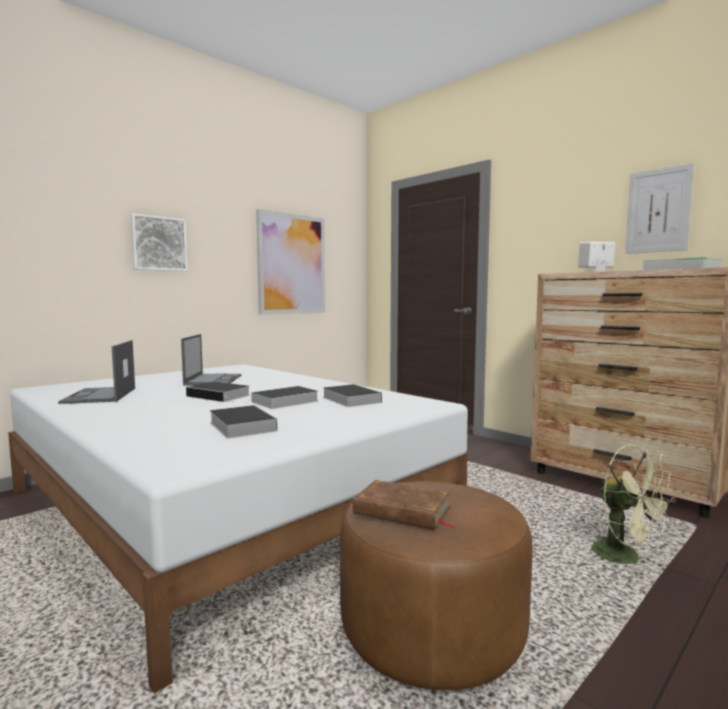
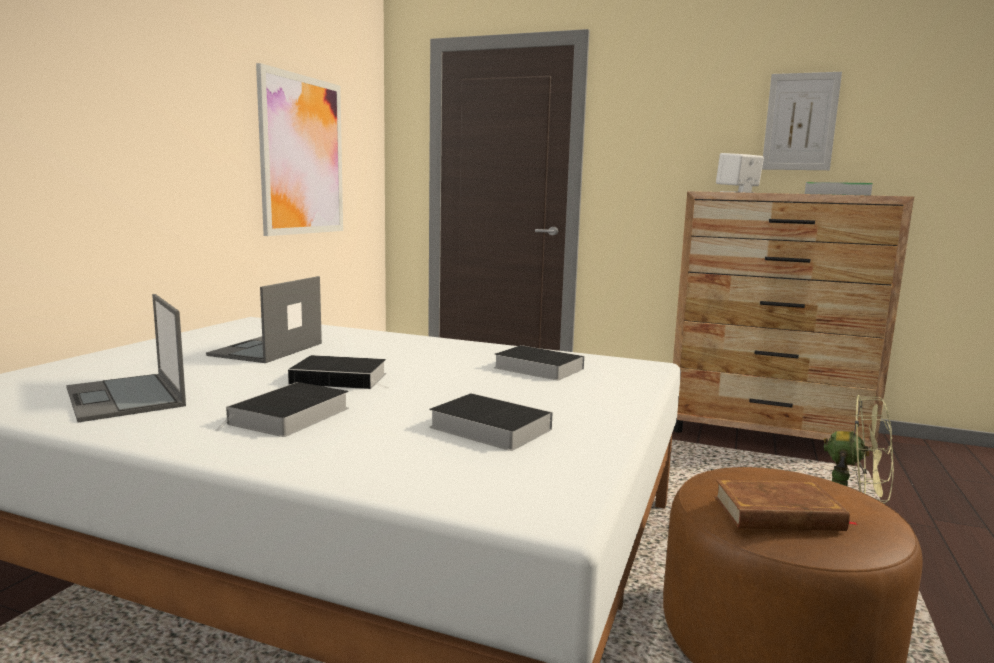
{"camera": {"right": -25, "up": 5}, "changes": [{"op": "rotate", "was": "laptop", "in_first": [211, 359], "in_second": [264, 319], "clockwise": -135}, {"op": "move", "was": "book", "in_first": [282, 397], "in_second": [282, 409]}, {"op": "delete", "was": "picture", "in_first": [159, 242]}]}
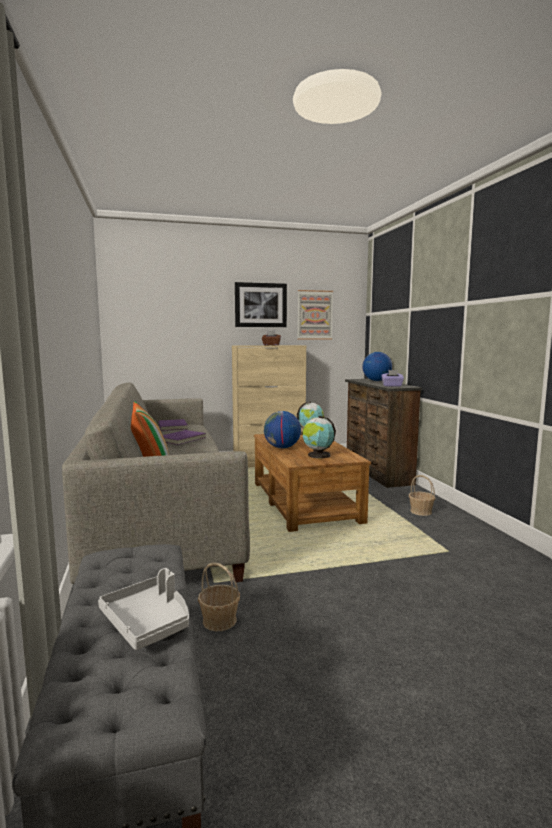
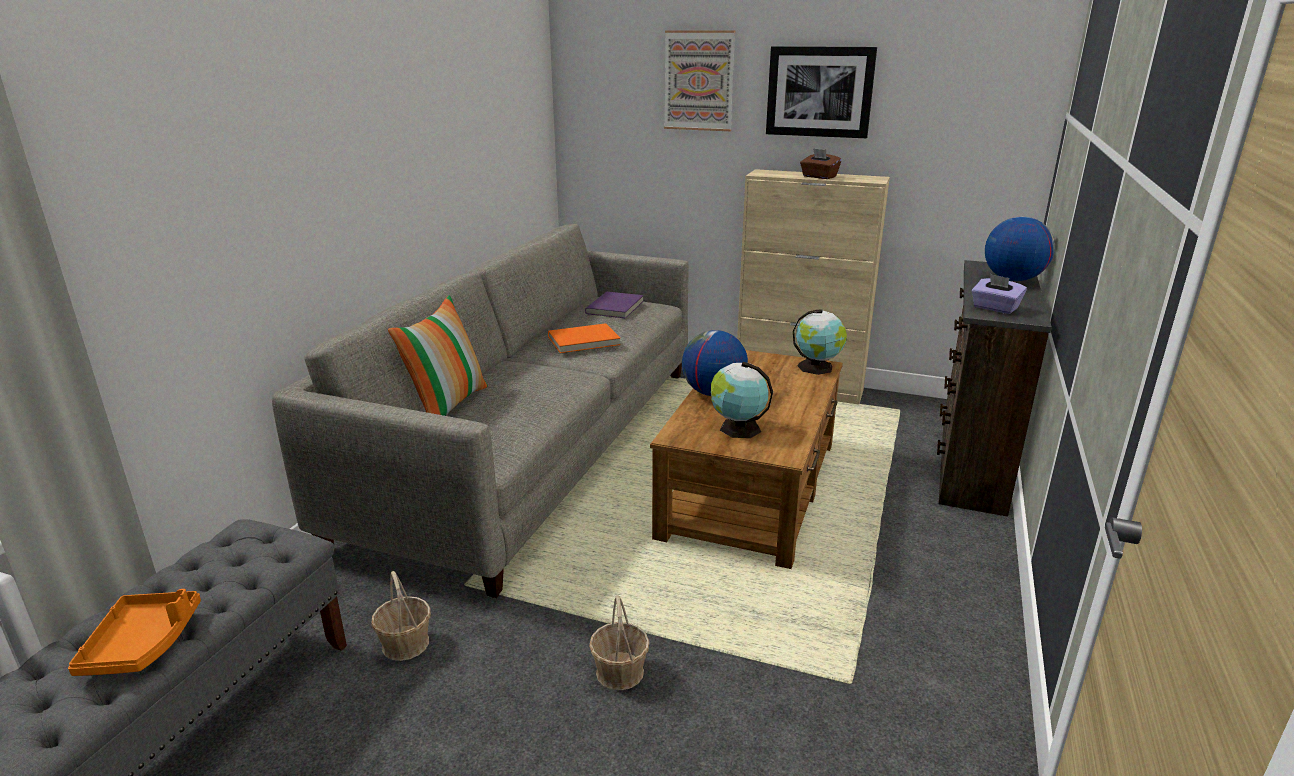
{"camera": {"right": 35, "up": 15}, "changes": [{"op": "recolor", "was": "grey tray", "now": "orange tray", "in_first": [143, 609], "in_second": [134, 632]}, {"op": "recolor", "was": "purple book", "now": "orange book", "in_first": [184, 437], "in_second": [584, 338]}, {"op": "move", "was": "basket", "in_first": [422, 495], "in_second": [619, 642]}, {"op": "move", "was": "picture", "in_first": [315, 315], "in_second": [699, 80]}]}
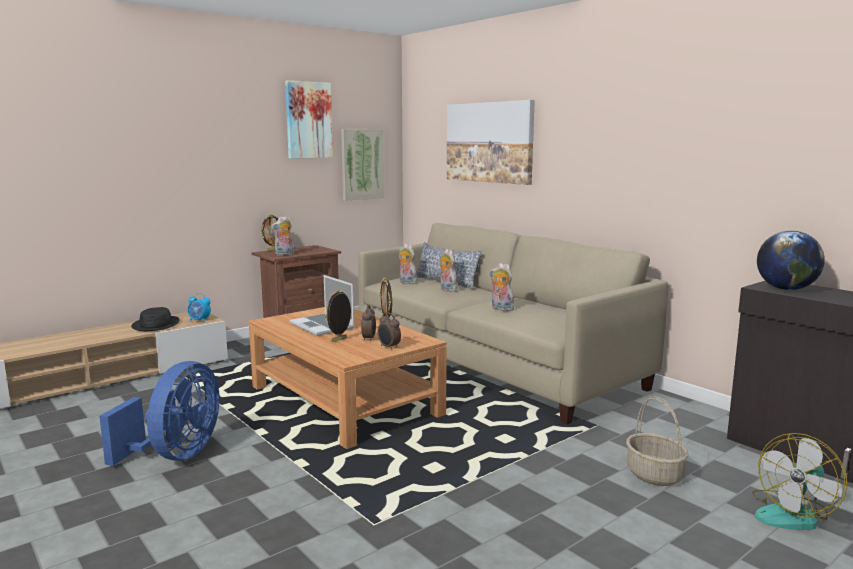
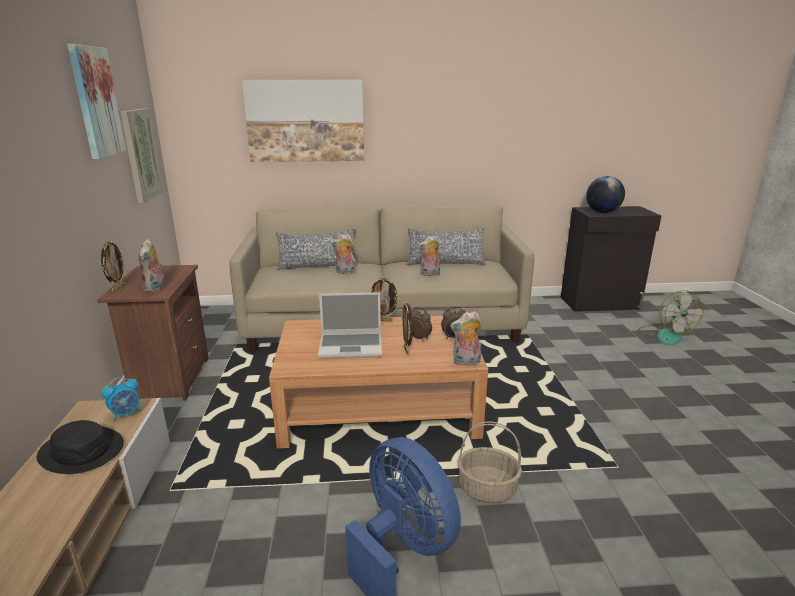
{"camera": {"right": -55, "up": 10}, "changes": [{"op": "insert", "now": "pillow", "in_second": [445, 246]}, {"op": "move", "was": "plush toy", "in_first": [408, 264], "in_second": [465, 338]}, {"op": "move", "was": "basket", "in_first": [657, 441], "in_second": [489, 462]}]}
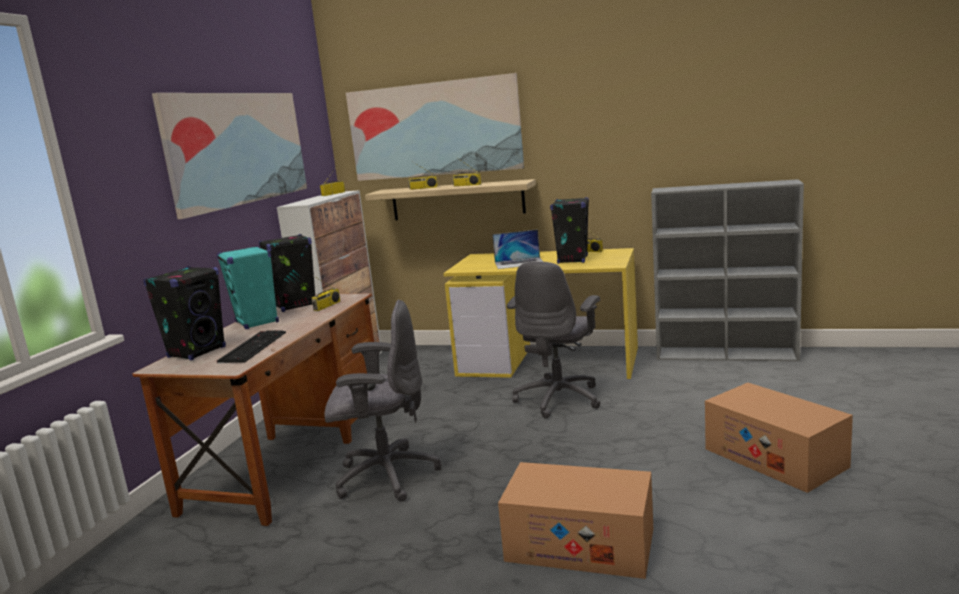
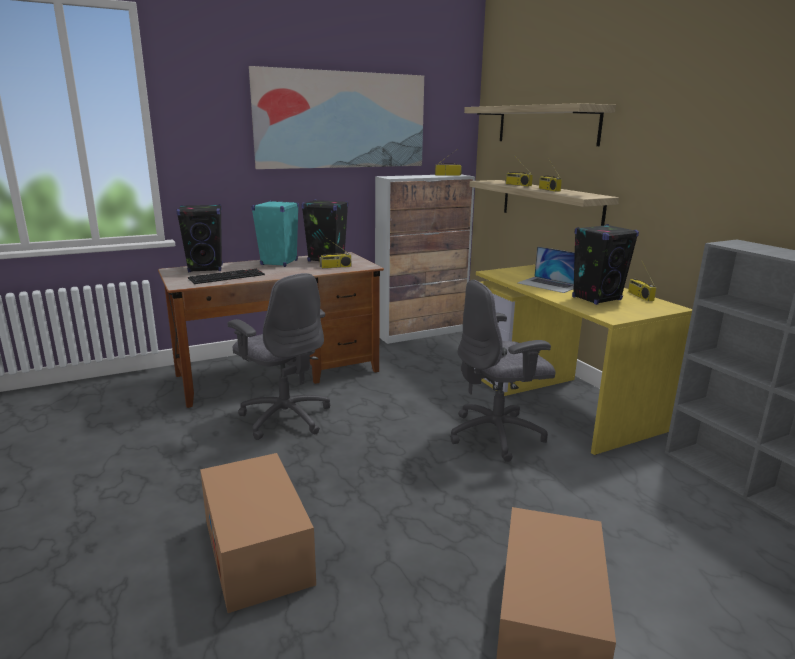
{"camera": {"right": 45, "up": 5}, "changes": [{"op": "replace", "was": "picture", "now": "shelf", "in_first": [435, 127], "in_second": [540, 124]}]}
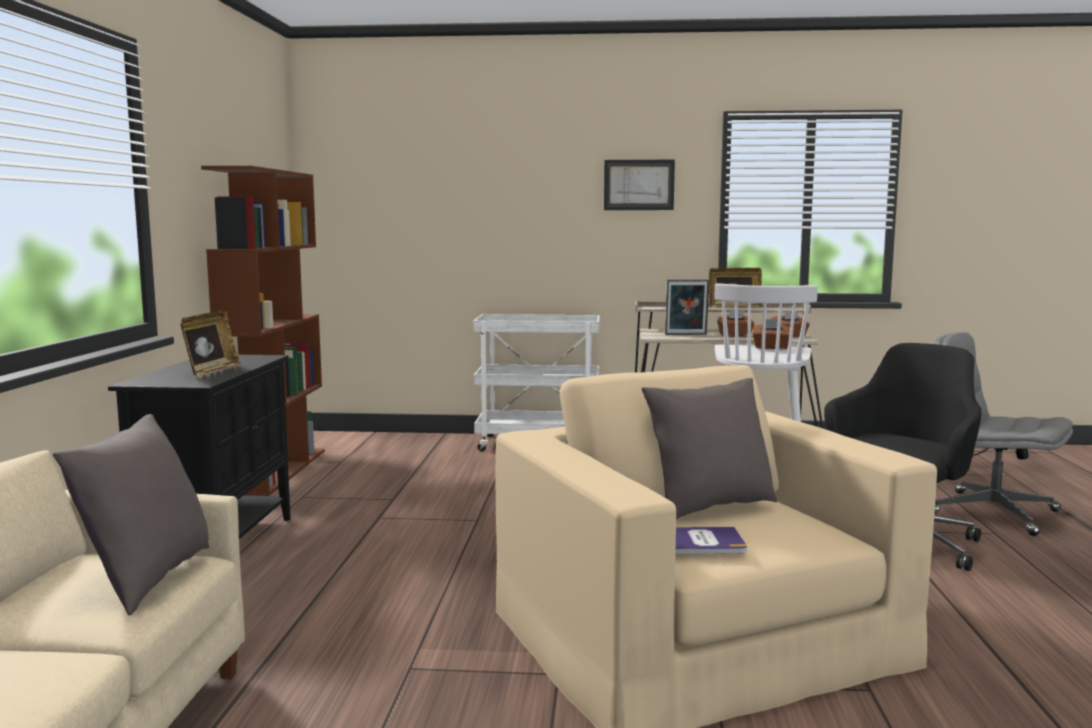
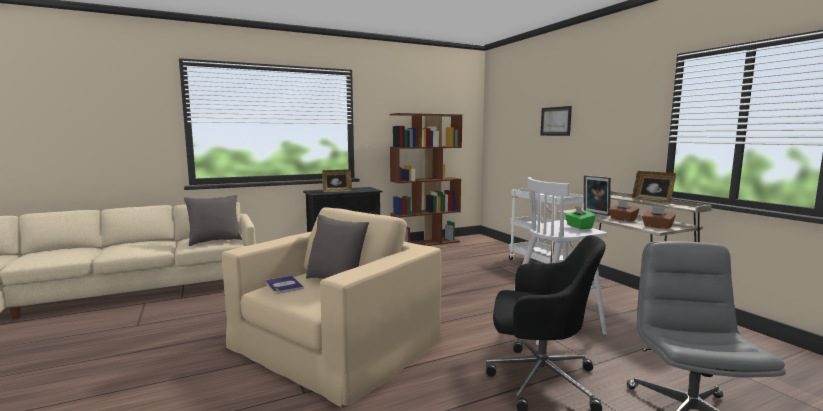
{"camera": {"right": 60, "up": 0}, "changes": [{"op": "move", "was": "picture", "in_first": [639, 185], "in_second": [556, 121]}, {"op": "recolor", "was": "brown tissue box", "now": "green tissue box", "in_first": [771, 334], "in_second": [580, 217]}]}
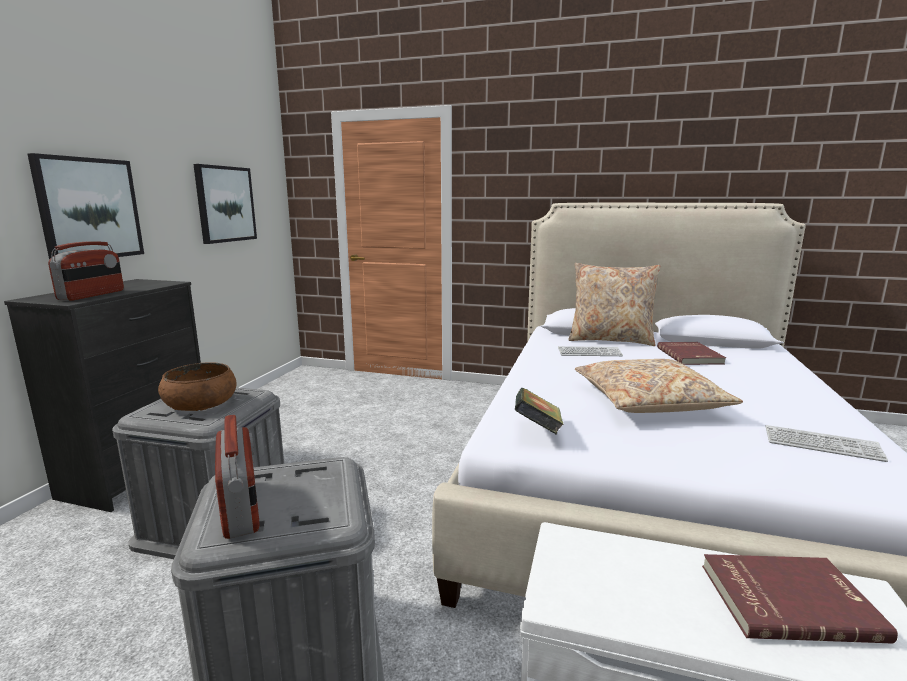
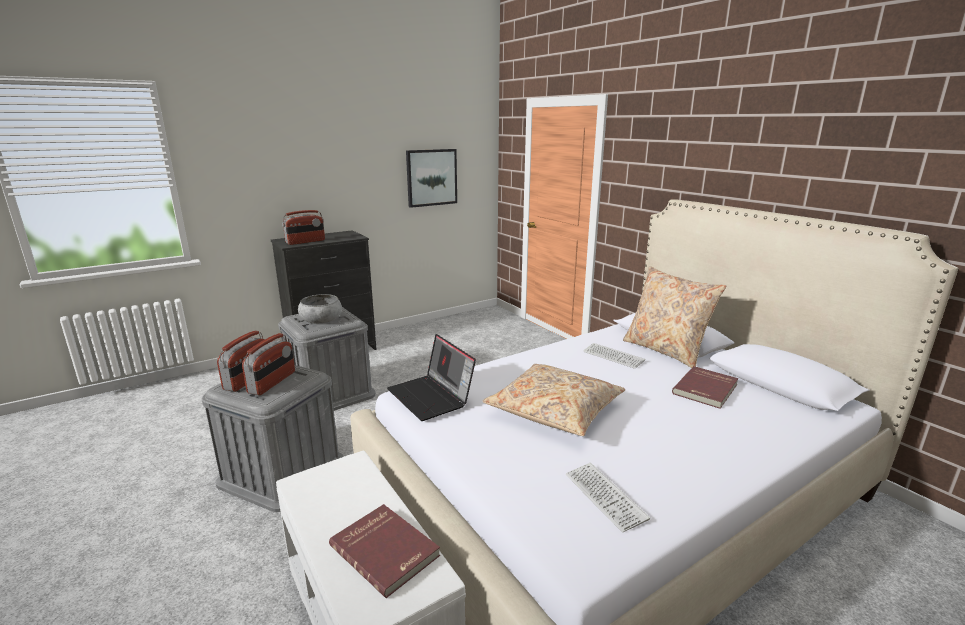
{"camera": {"right": 40, "up": 5}, "changes": [{"op": "insert", "now": "radio", "in_second": [268, 364]}, {"op": "recolor", "was": "brown bowl", "now": "grey bowl", "in_first": [197, 386], "in_second": [320, 309]}, {"op": "replace", "was": "book", "now": "laptop", "in_first": [539, 411], "in_second": [431, 377]}, {"op": "delete", "was": "picture", "in_first": [85, 206]}]}
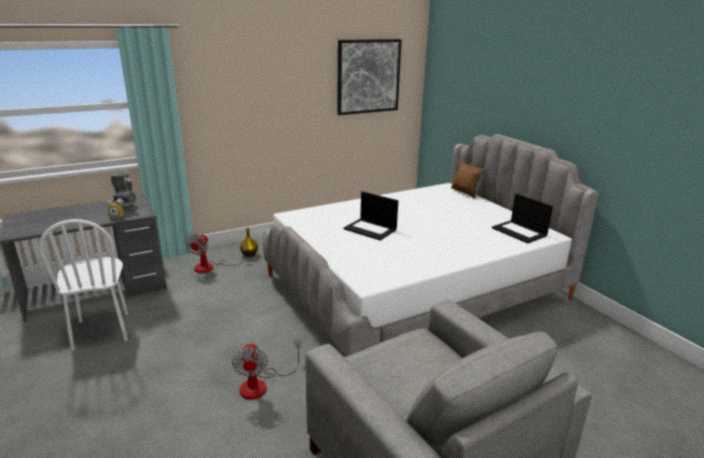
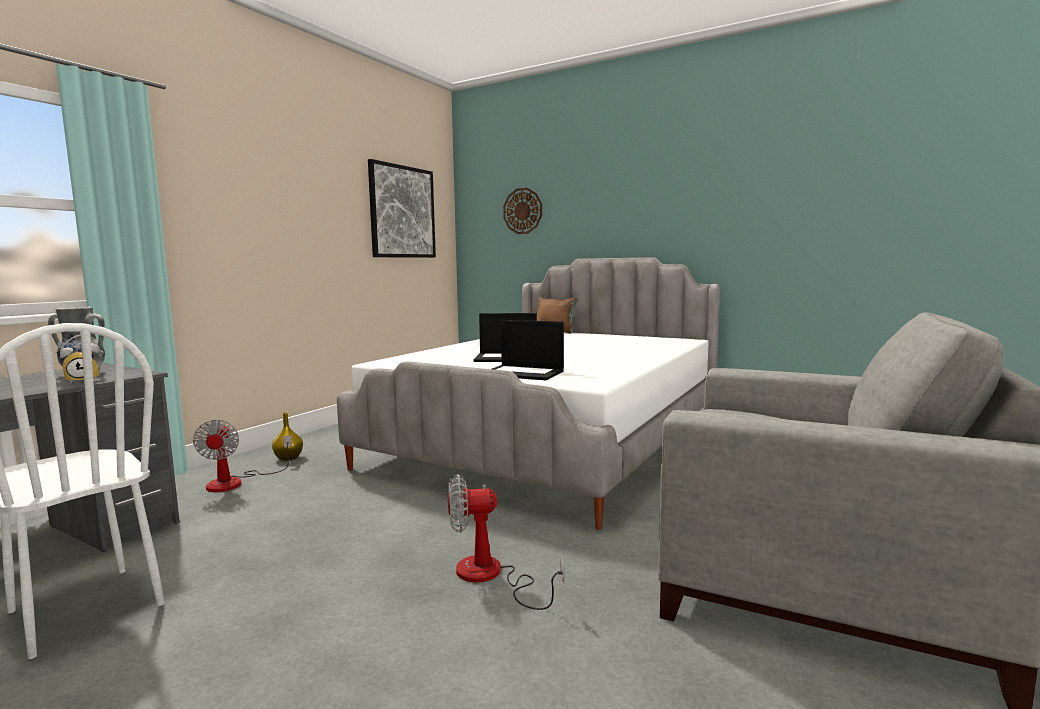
{"camera": {"right": -30, "up": -15}, "changes": [{"op": "rotate", "was": "fan", "in_first": [266, 369], "in_second": [506, 542], "clockwise": 120}, {"op": "move", "was": "laptop", "in_first": [522, 218], "in_second": [528, 350]}, {"op": "insert", "now": "wall clock", "in_second": [522, 211]}]}
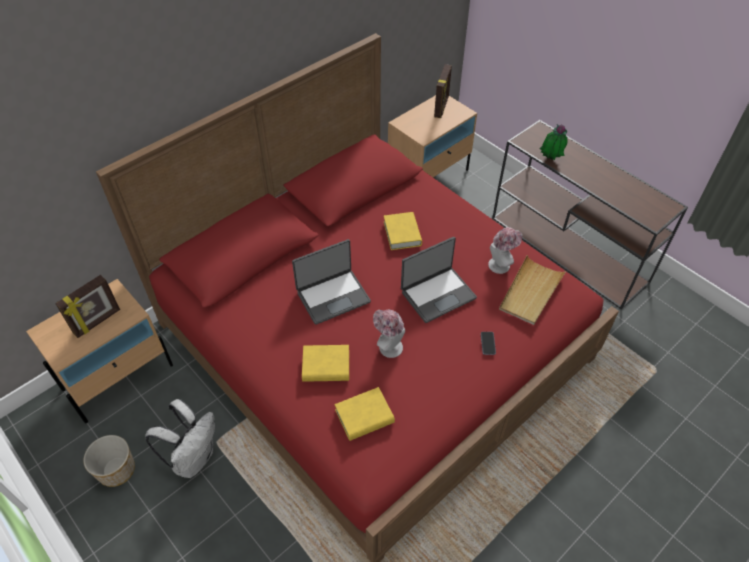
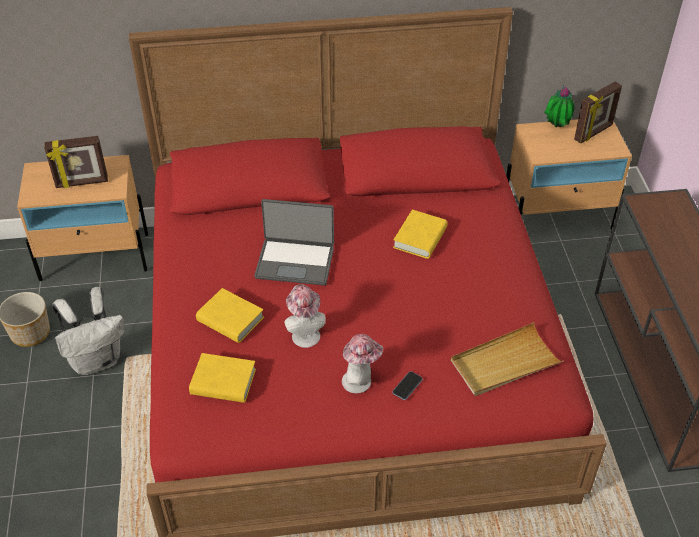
{"camera": {"right": 35, "up": -5}, "changes": [{"op": "move", "was": "hat", "in_first": [505, 250], "in_second": [362, 364]}, {"op": "move", "was": "potted plant", "in_first": [554, 142], "in_second": [559, 106]}, {"op": "delete", "was": "laptop", "in_first": [439, 280]}]}
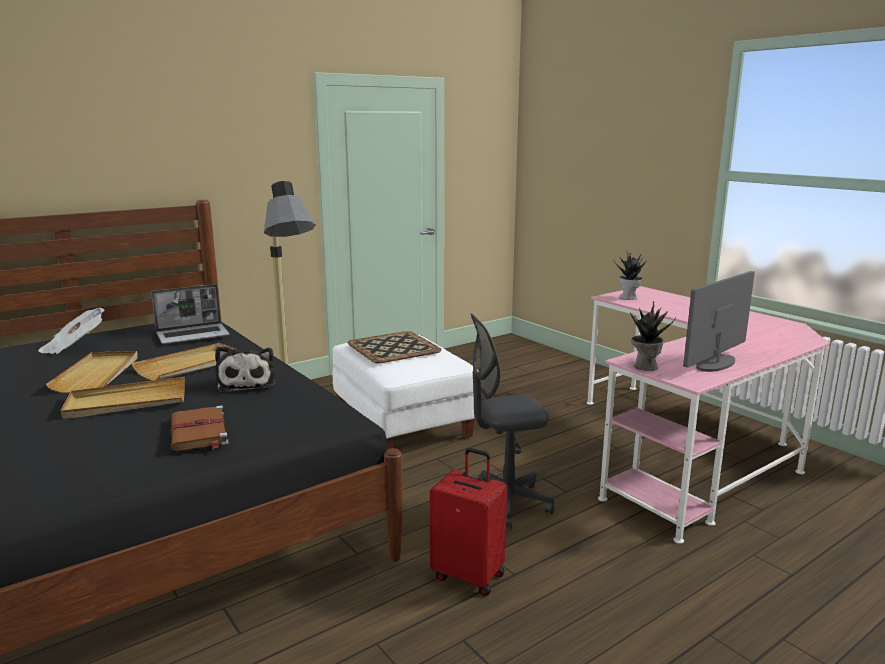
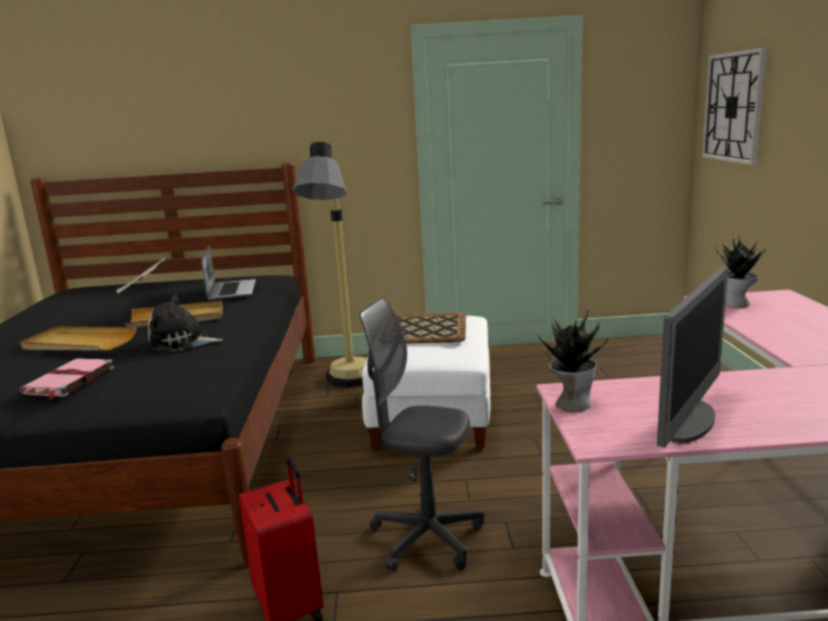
{"camera": {"right": 35, "up": 0}, "changes": [{"op": "recolor", "was": "brown book", "now": "pink book", "in_first": [200, 428], "in_second": [67, 378]}, {"op": "rotate", "was": "plush toy", "in_first": [245, 369], "in_second": [185, 323], "clockwise": 75}, {"op": "rotate", "was": "laptop", "in_first": [190, 314], "in_second": [228, 273], "clockwise": -105}, {"op": "rotate", "was": "monitor", "in_first": [719, 321], "in_second": [692, 357], "clockwise": 135}, {"op": "insert", "now": "wall clock", "in_second": [734, 106]}, {"op": "delete", "was": "beige tray", "in_first": [92, 372]}]}
